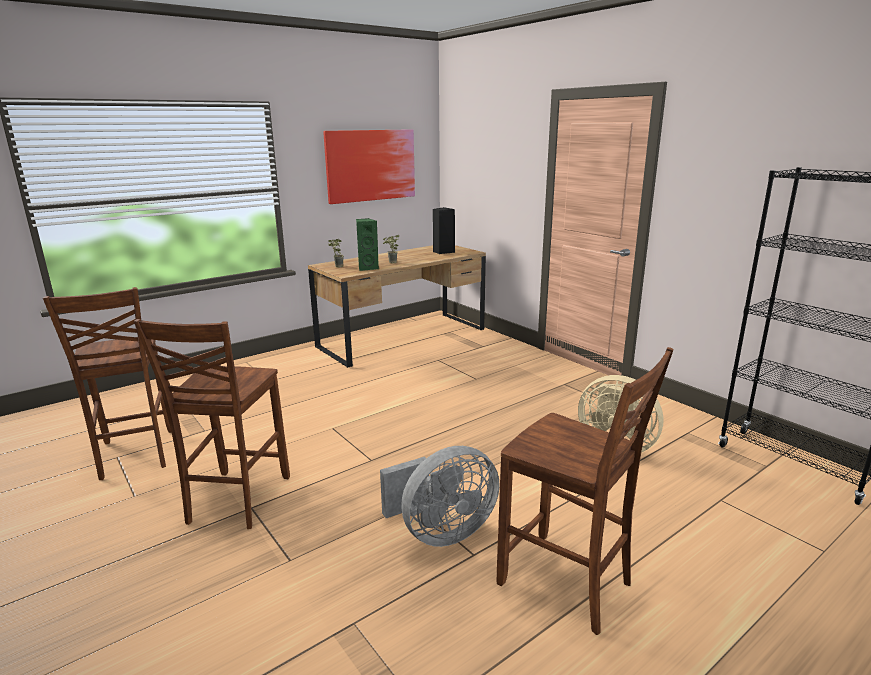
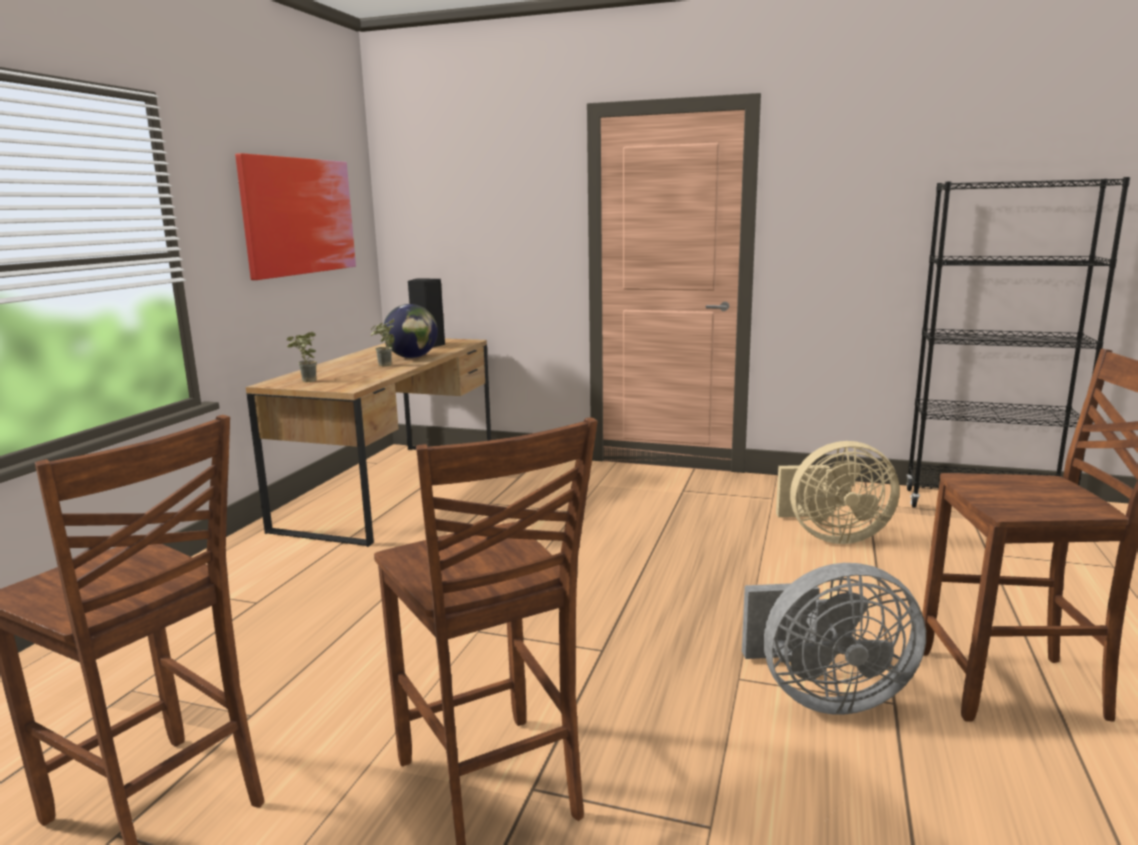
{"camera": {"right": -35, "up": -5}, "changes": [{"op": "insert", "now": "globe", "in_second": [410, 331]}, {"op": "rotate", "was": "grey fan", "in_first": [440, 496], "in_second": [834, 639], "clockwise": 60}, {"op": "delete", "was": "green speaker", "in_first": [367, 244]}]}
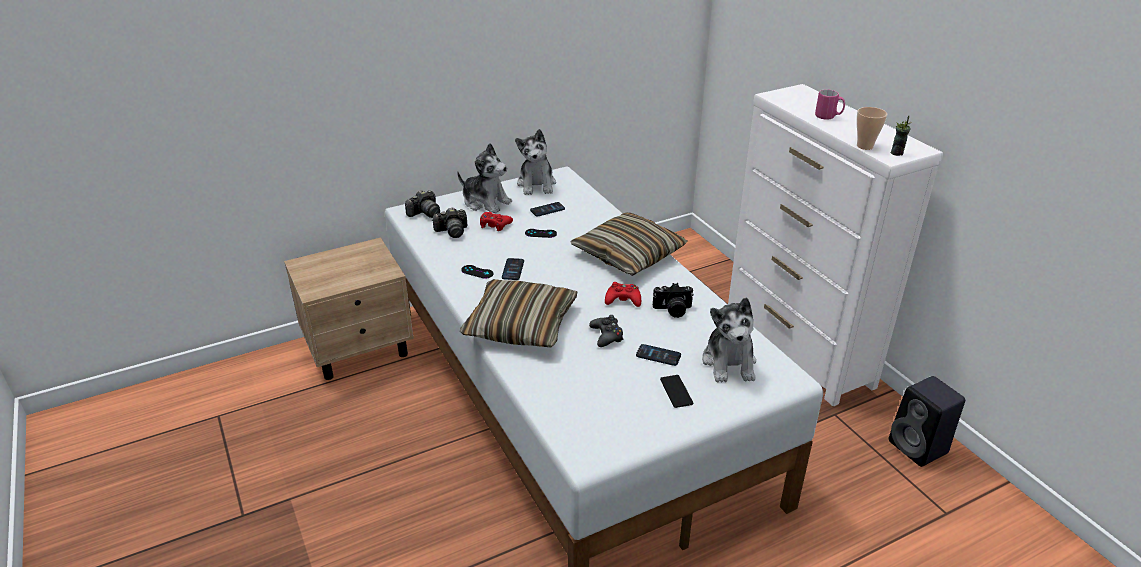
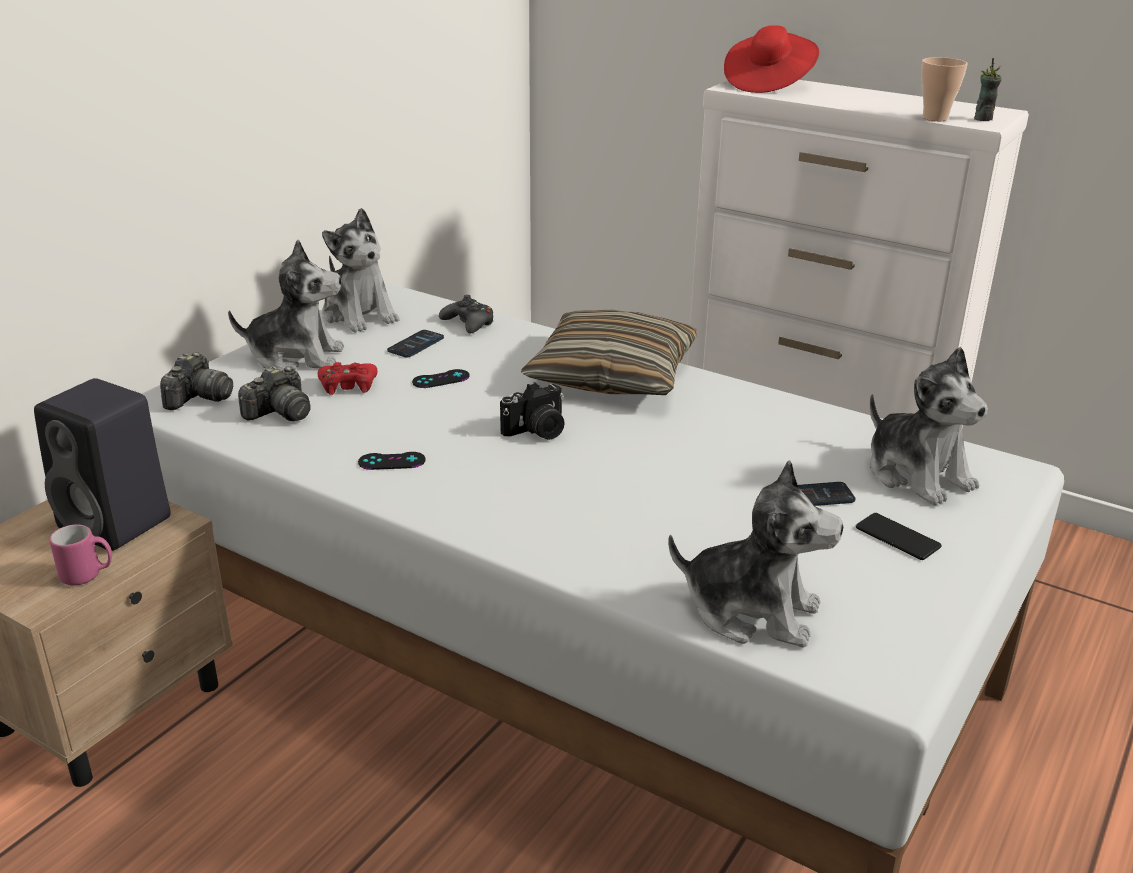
{"camera": {"right": -30, "up": -5}, "changes": [{"op": "move", "was": "black speaker", "in_first": [927, 421], "in_second": [102, 464]}, {"op": "move", "was": "pink mug", "in_first": [830, 104], "in_second": [80, 554]}, {"op": "move", "was": "black game controller", "in_first": [606, 331], "in_second": [466, 314]}, {"op": "move", "was": "photo camera", "in_first": [673, 300], "in_second": [532, 411]}, {"op": "insert", "now": "plush toy", "in_second": [755, 554]}, {"op": "insert", "now": "red hat", "in_second": [771, 59]}, {"op": "delete", "was": "pillow", "in_first": [519, 313]}, {"op": "delete", "was": "phone", "in_first": [513, 269]}, {"op": "delete", "was": "red game controller", "in_first": [623, 294]}]}
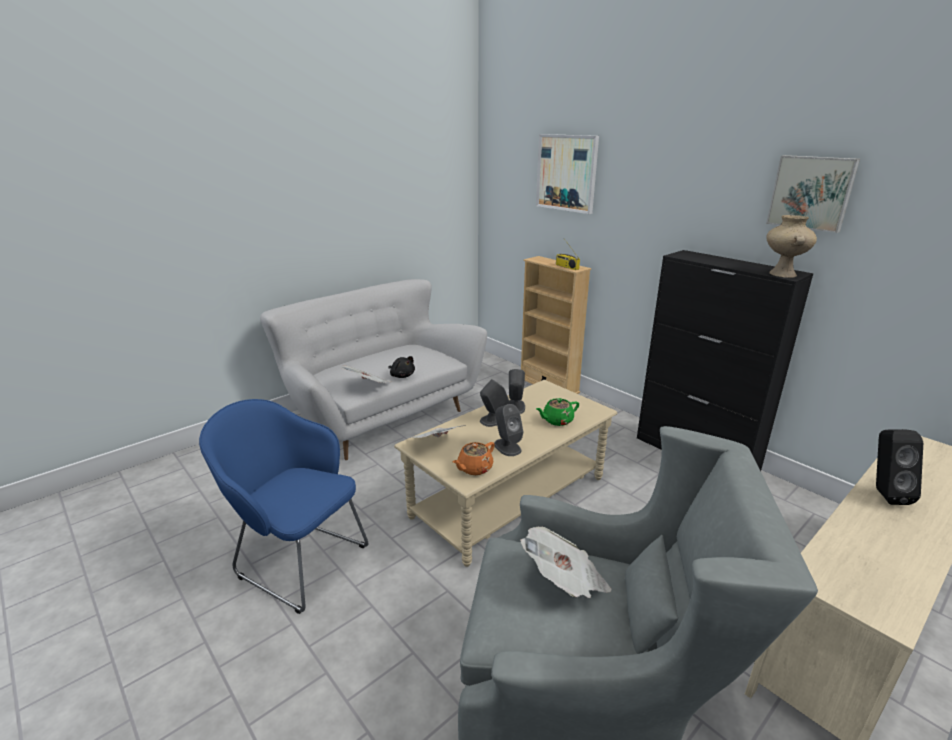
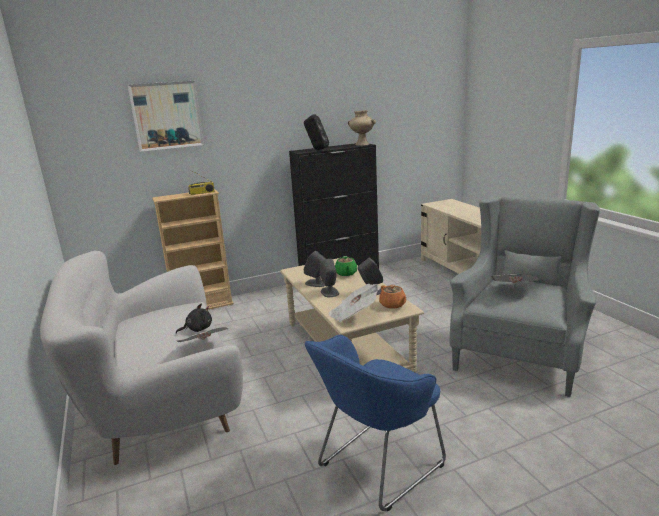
{"camera": {"right": -70, "up": -5}, "changes": [{"op": "move", "was": "black speaker", "in_first": [899, 467], "in_second": [316, 132]}, {"op": "delete", "was": "picture", "in_first": [813, 194]}]}
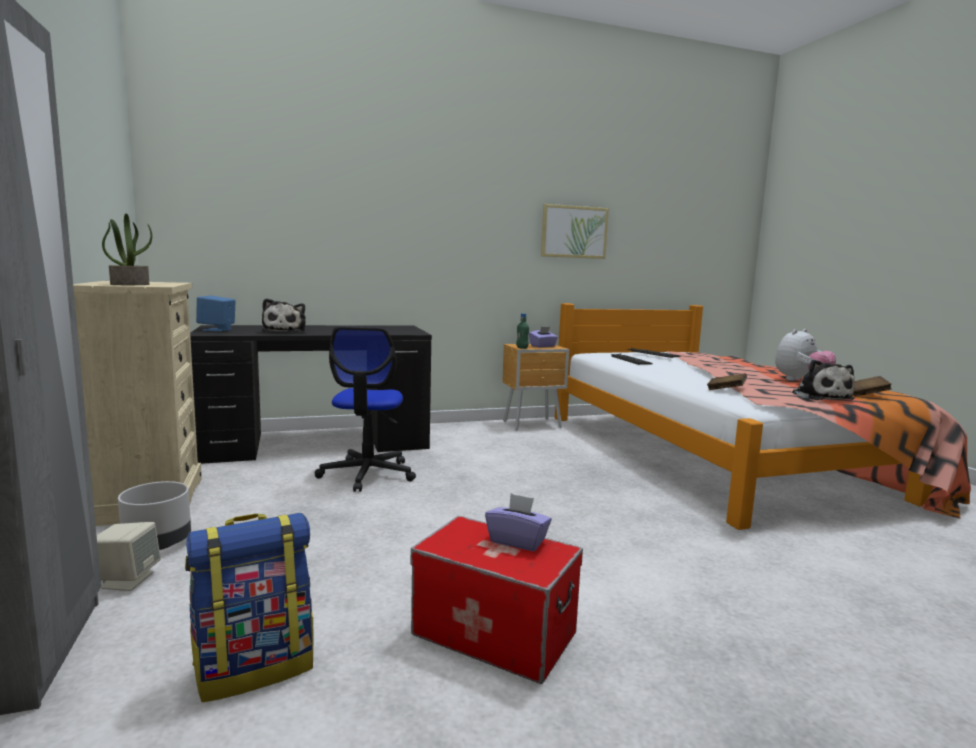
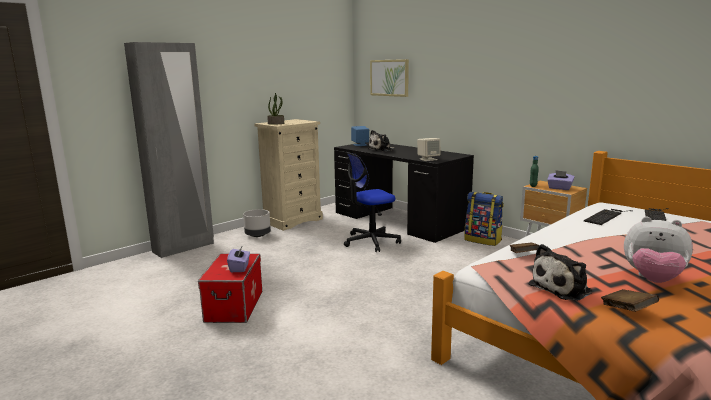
{"camera": {"right": 65, "up": 5}, "changes": [{"op": "move", "was": "picture", "in_first": [575, 231], "in_second": [389, 78]}, {"op": "move", "was": "beige speaker", "in_first": [129, 556], "in_second": [429, 149]}, {"op": "move", "was": "backpack", "in_first": [249, 608], "in_second": [484, 219]}]}
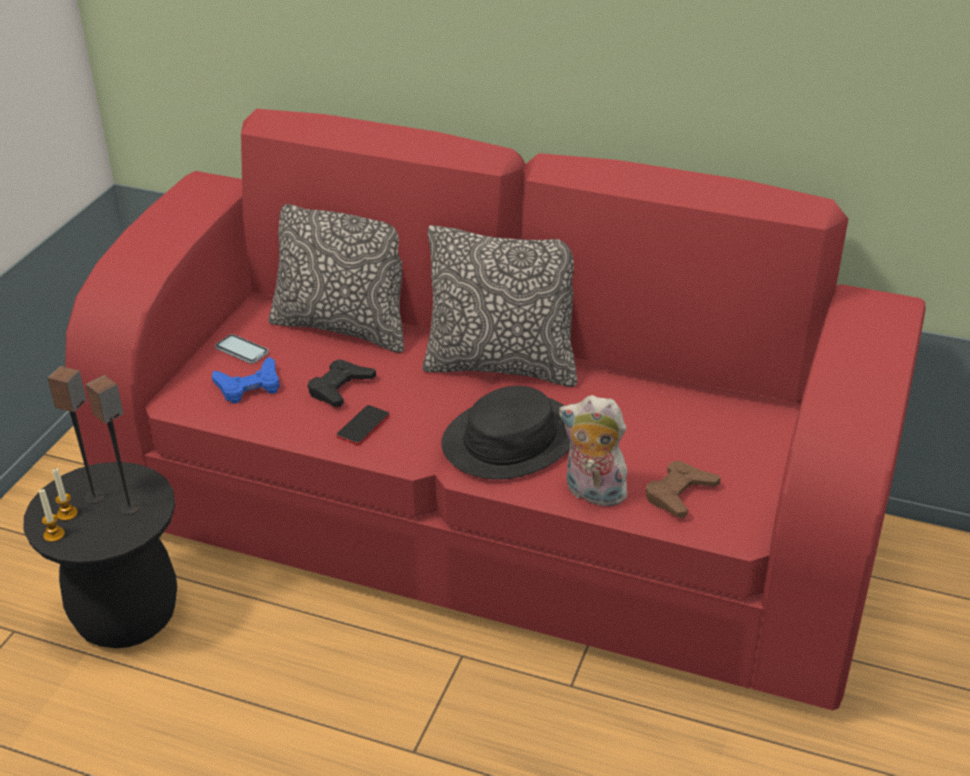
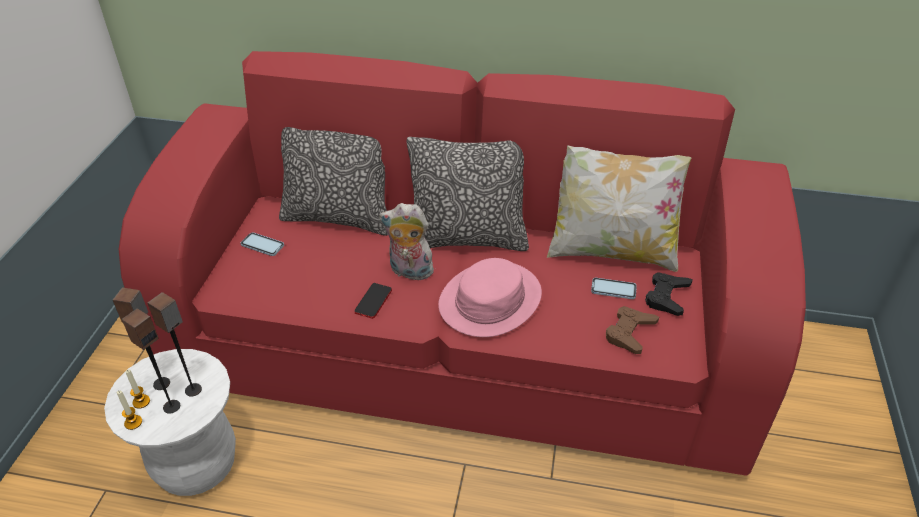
{"camera": {"right": -10, "up": 5}, "changes": [{"op": "recolor", "was": "black stool", "now": "white stool", "in_first": [100, 555], "in_second": [170, 422]}, {"op": "insert", "now": "speaker", "in_second": [151, 361]}, {"op": "move", "was": "plush toy", "in_first": [593, 450], "in_second": [406, 241]}, {"op": "recolor", "was": "black hat", "now": "pink hat", "in_first": [505, 433], "in_second": [490, 297]}, {"op": "insert", "now": "pillow", "in_second": [619, 208]}, {"op": "insert", "now": "phone", "in_second": [614, 288]}, {"op": "move", "was": "black game controller", "in_first": [342, 383], "in_second": [669, 294]}, {"op": "delete", "was": "blue game controller", "in_first": [246, 380]}]}
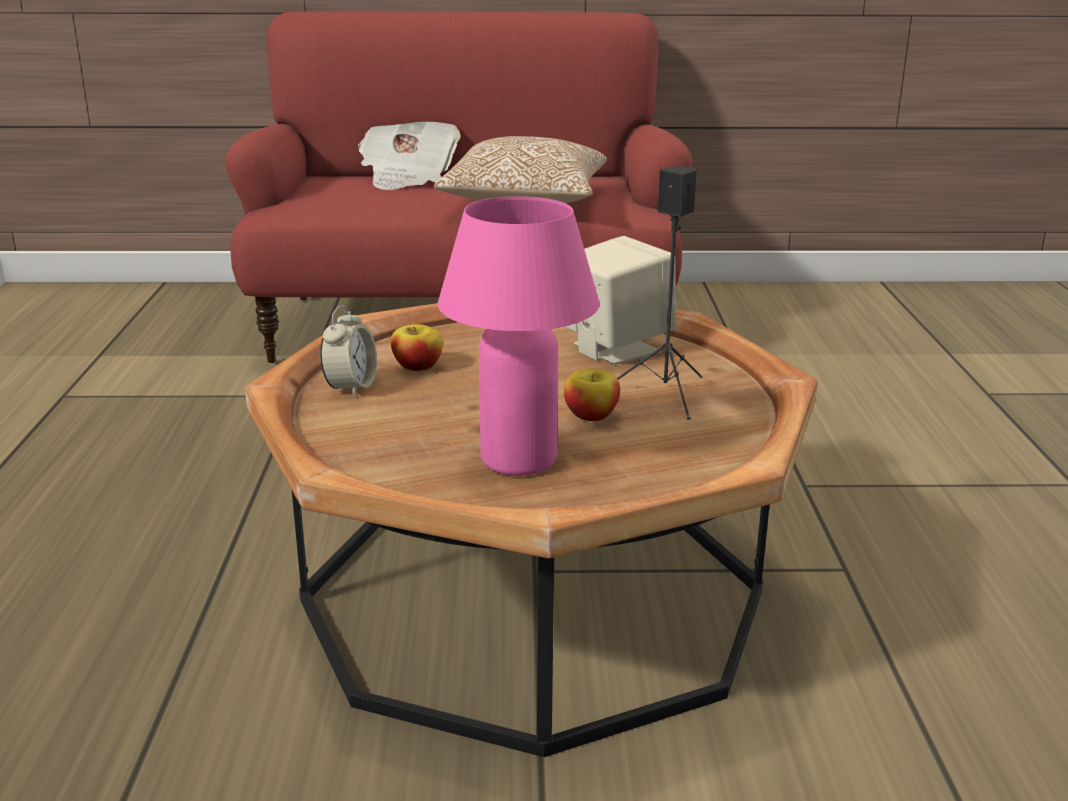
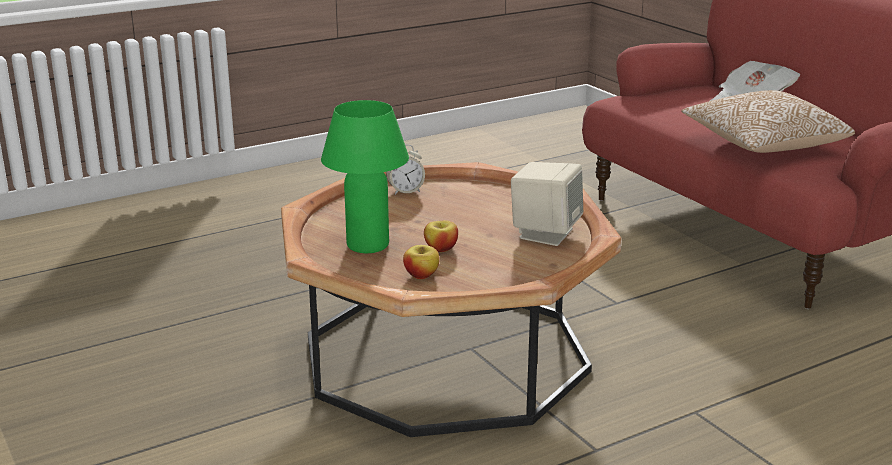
{"camera": {"right": 60, "up": 0}, "changes": [{"op": "recolor", "was": "pink table lamp", "now": "green table lamp", "in_first": [519, 336], "in_second": [365, 176]}, {"op": "move", "was": "apple", "in_first": [417, 347], "in_second": [421, 262]}, {"op": "delete", "was": "black speaker", "in_first": [660, 293]}]}
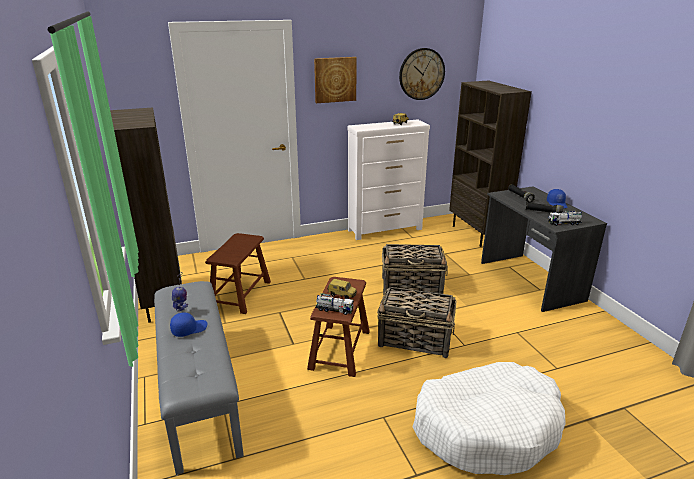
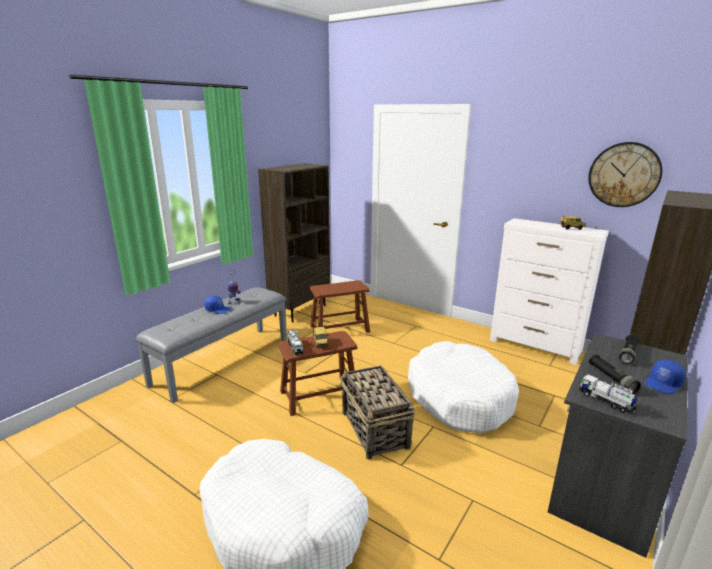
{"camera": {"right": 55, "up": -5}, "changes": [{"op": "replace", "was": "basket", "now": "white dog bed", "in_first": [415, 269], "in_second": [463, 387]}, {"op": "delete", "was": "picture", "in_first": [335, 80]}]}
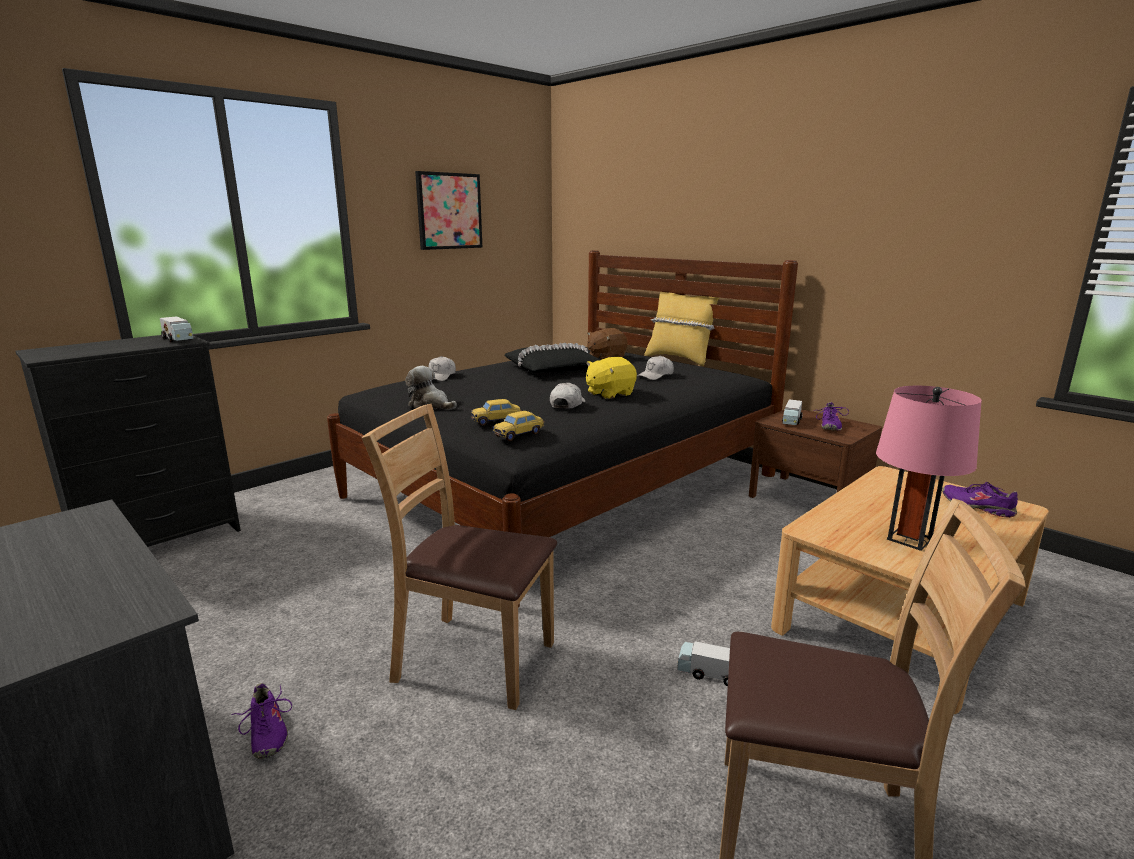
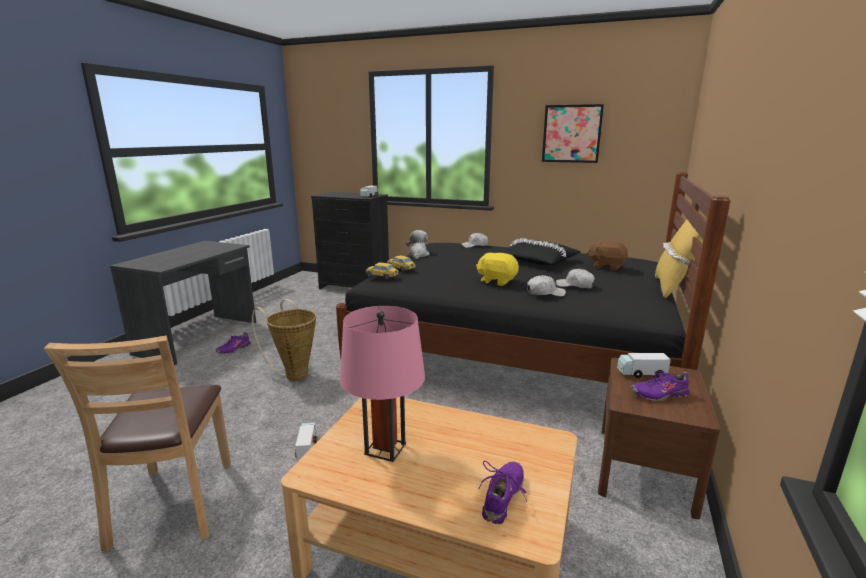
{"camera": {"right": 65, "up": 0}, "changes": [{"op": "replace", "was": "brown chair", "now": "basket", "in_first": [459, 557], "in_second": [284, 340]}, {"op": "move", "was": "white cap", "in_first": [568, 396], "in_second": [546, 286]}]}
